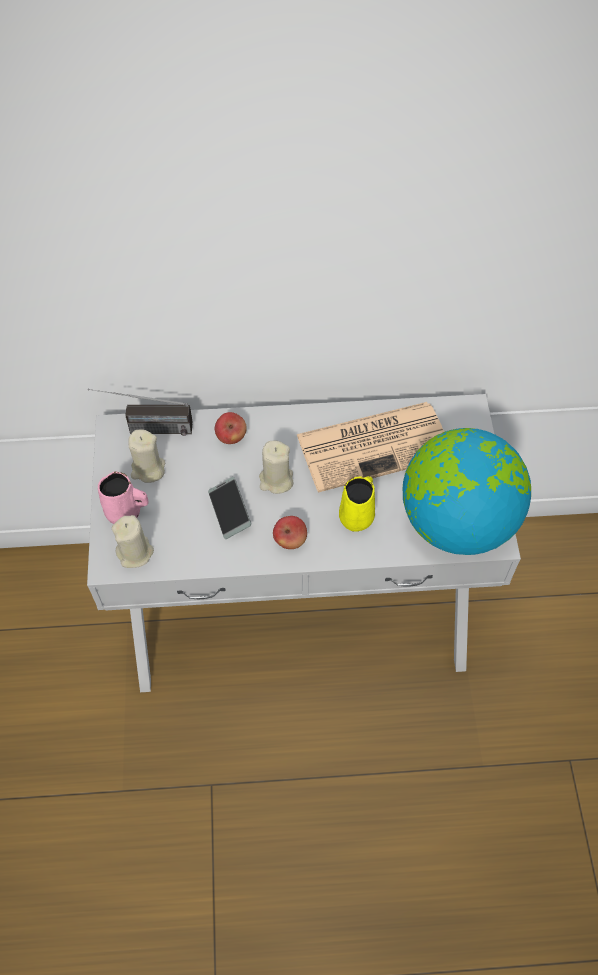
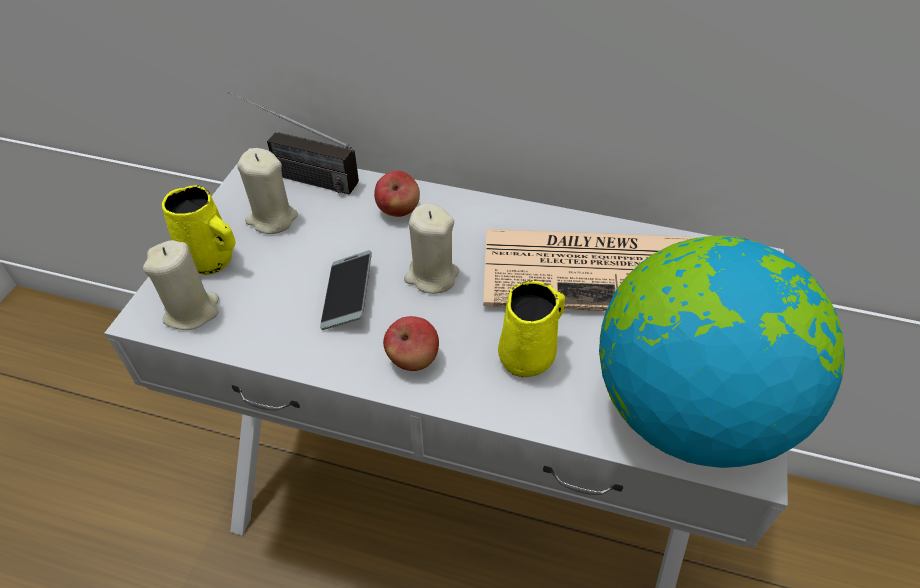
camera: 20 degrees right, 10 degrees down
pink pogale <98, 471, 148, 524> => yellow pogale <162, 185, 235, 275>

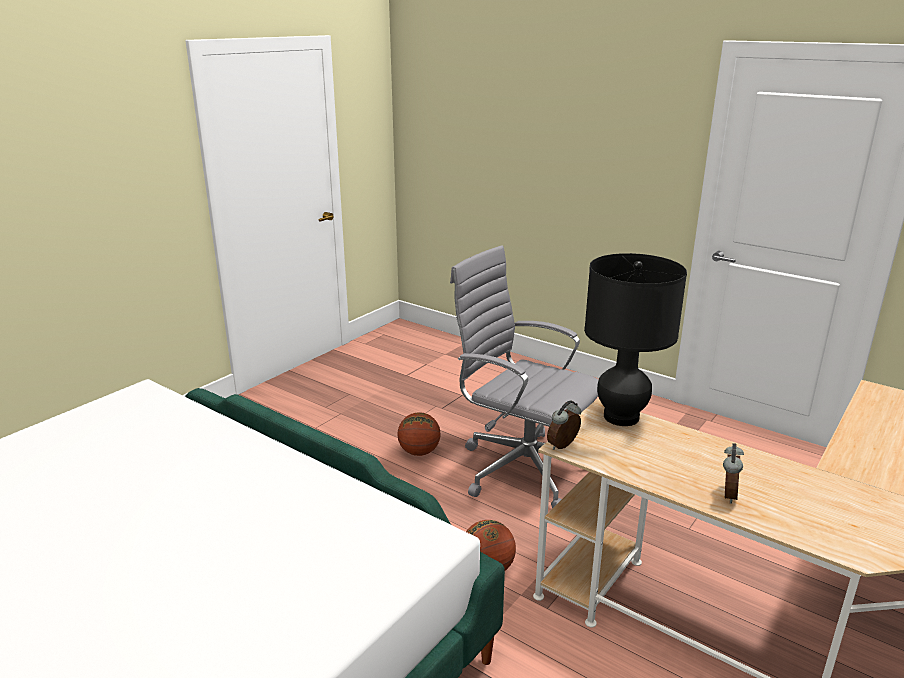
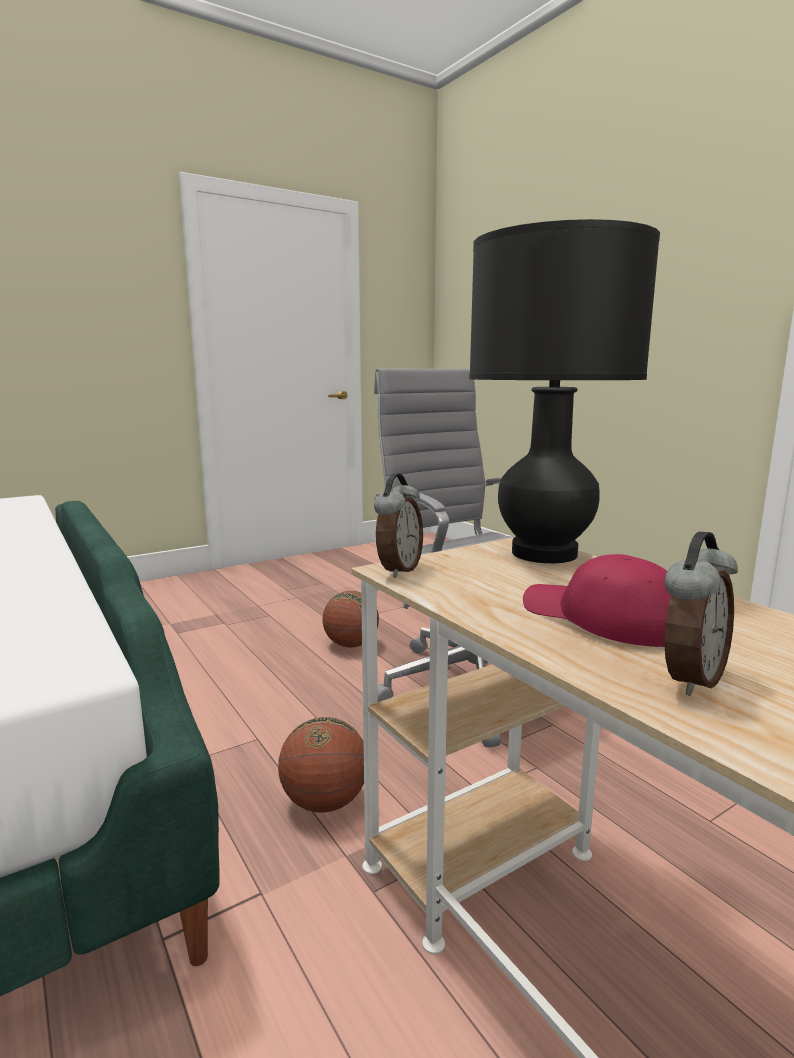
camera: 20 degrees right, 10 degrees down
nothing => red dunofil <523, 554, 671, 647>
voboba <547, 400, 581, 450> => voboba <374, 474, 423, 578>, 135 degrees clockwise

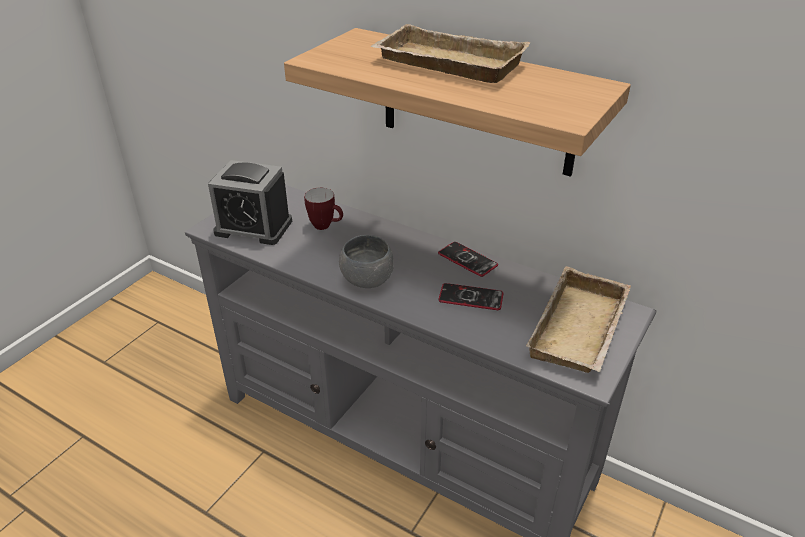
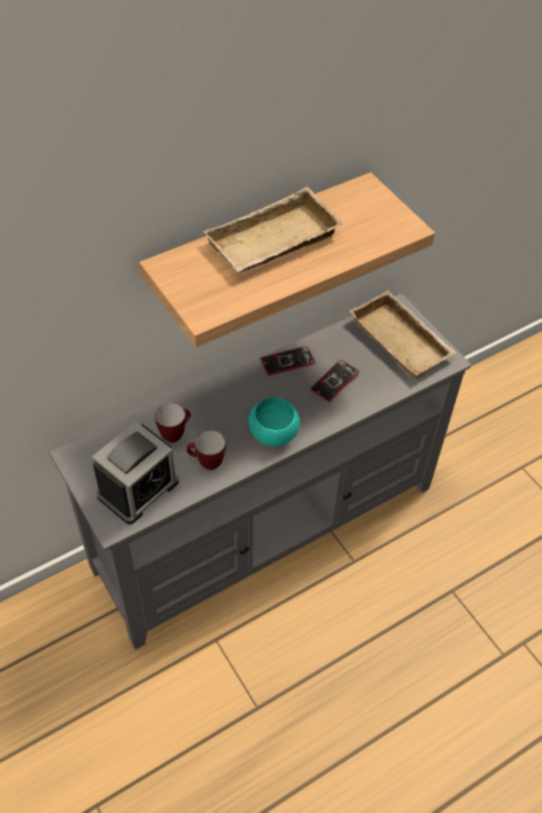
camera: 65 degrees left, 15 degrees up
nothing => pogale <186, 430, 226, 470>
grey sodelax <339, 235, 394, 288> => turquoise sodelax <249, 397, 300, 446>

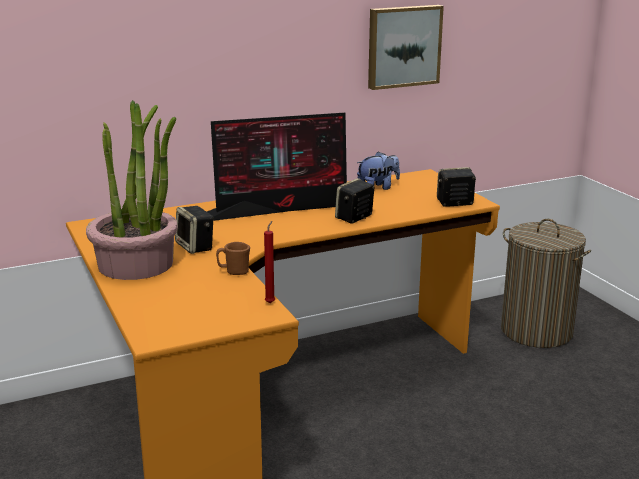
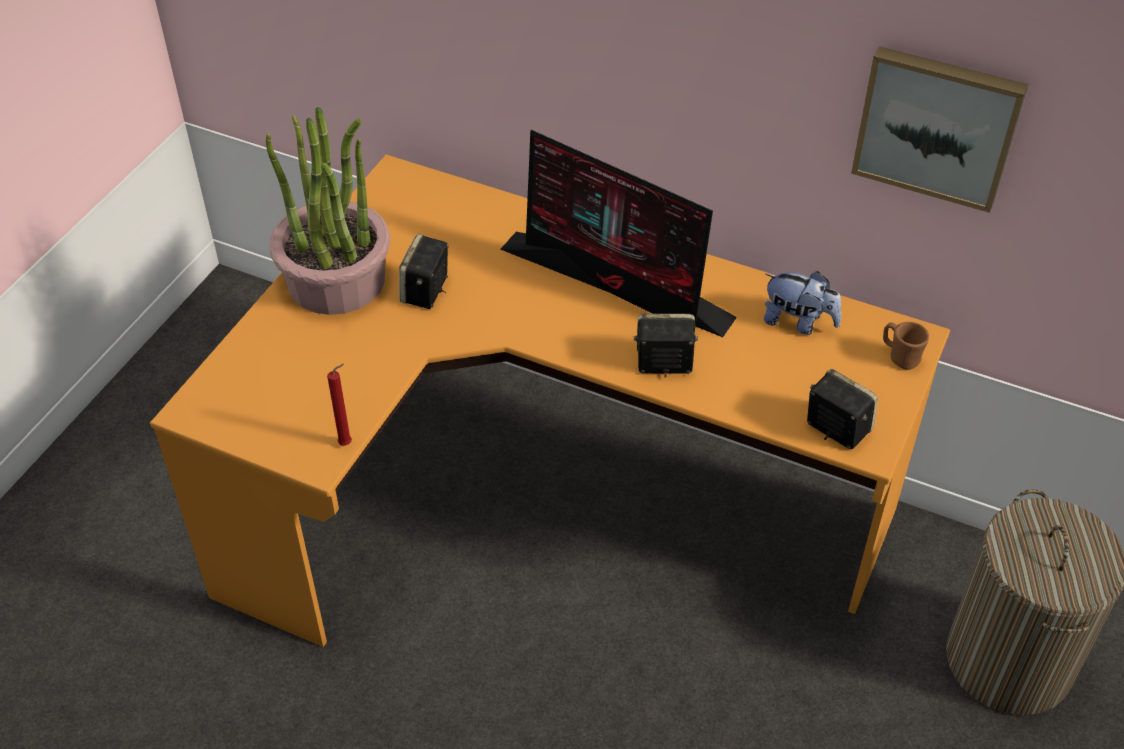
camera: 50 degrees right, 25 degrees up
brown pogale <216, 242, 250, 275> => brown pogale <883, 322, 929, 370>, relocated

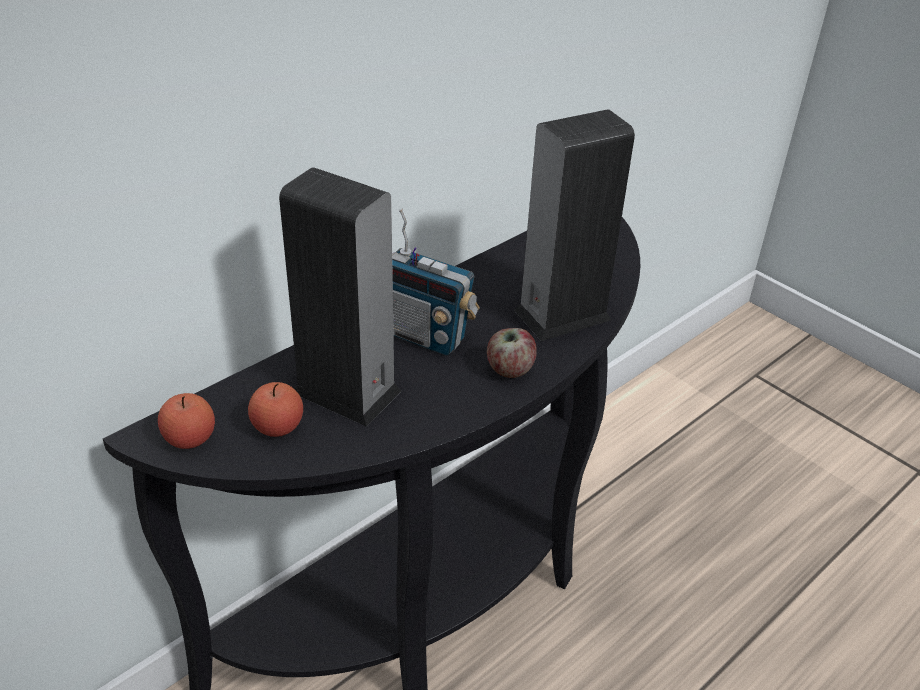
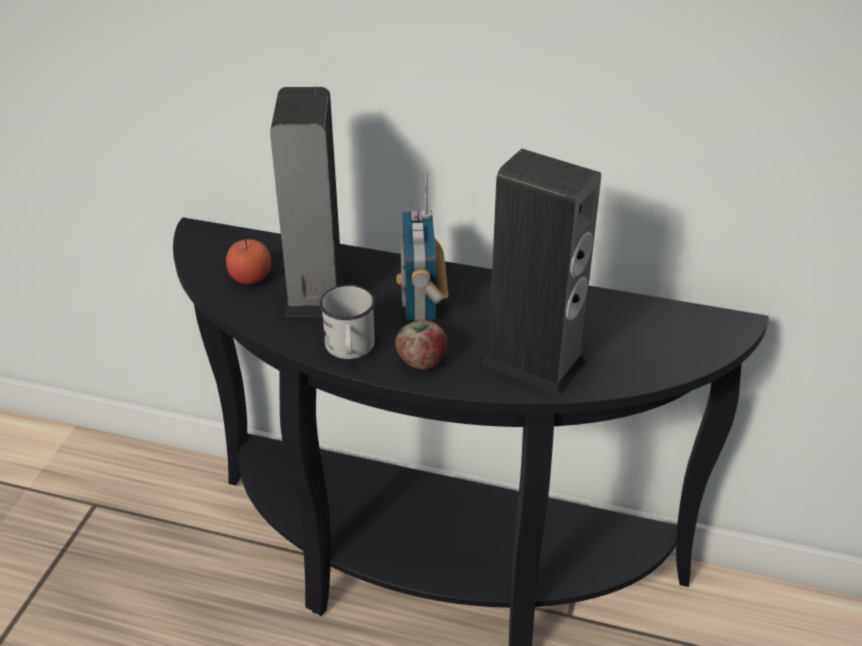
camera: 60 degrees right, 0 degrees up
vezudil <158, 393, 215, 449> => nothing
nothing => white pogale <319, 285, 375, 359>

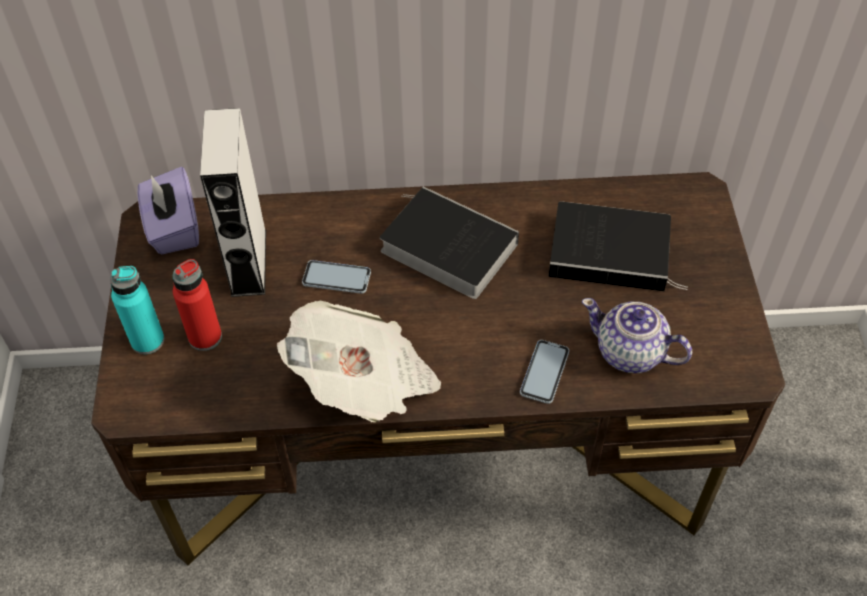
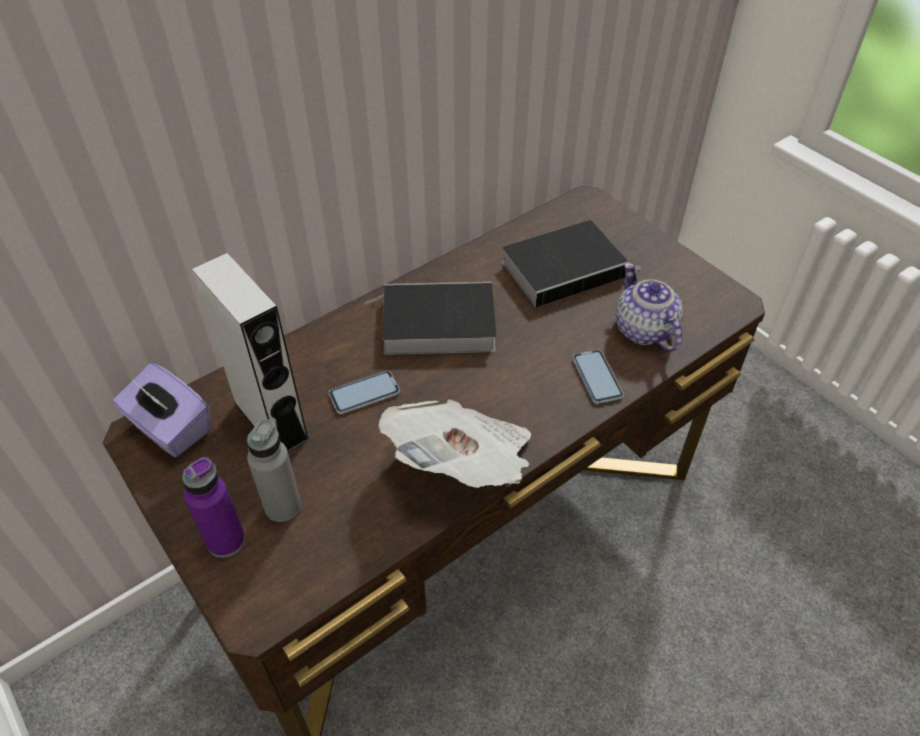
camera: 35 degrees left, 5 degrees down
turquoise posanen <110, 266, 164, 354> => purple posanen <182, 457, 245, 558>
red posanen <173, 259, 222, 351> => grey posanen <247, 419, 301, 522>
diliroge <582, 298, 692, 373> => diliroge <616, 263, 683, 352>, 75 degrees clockwise

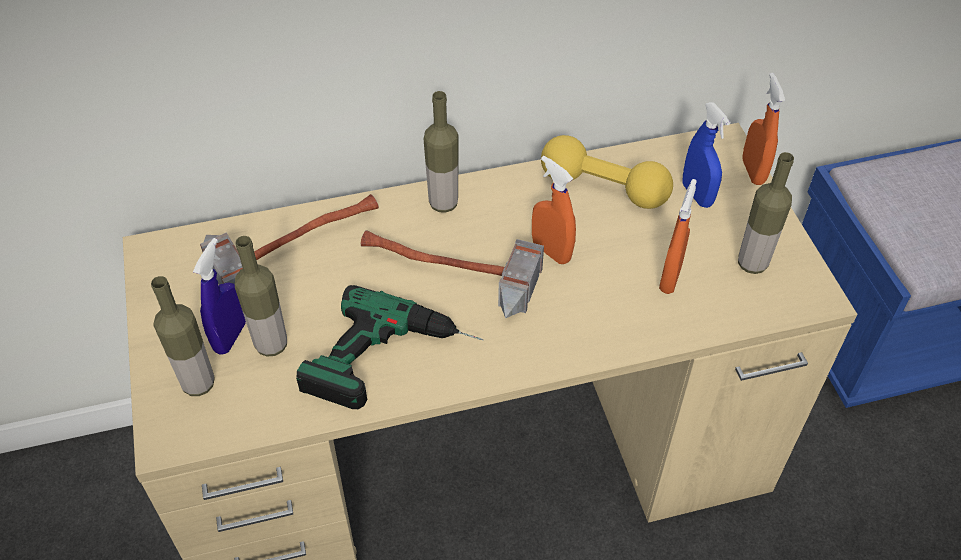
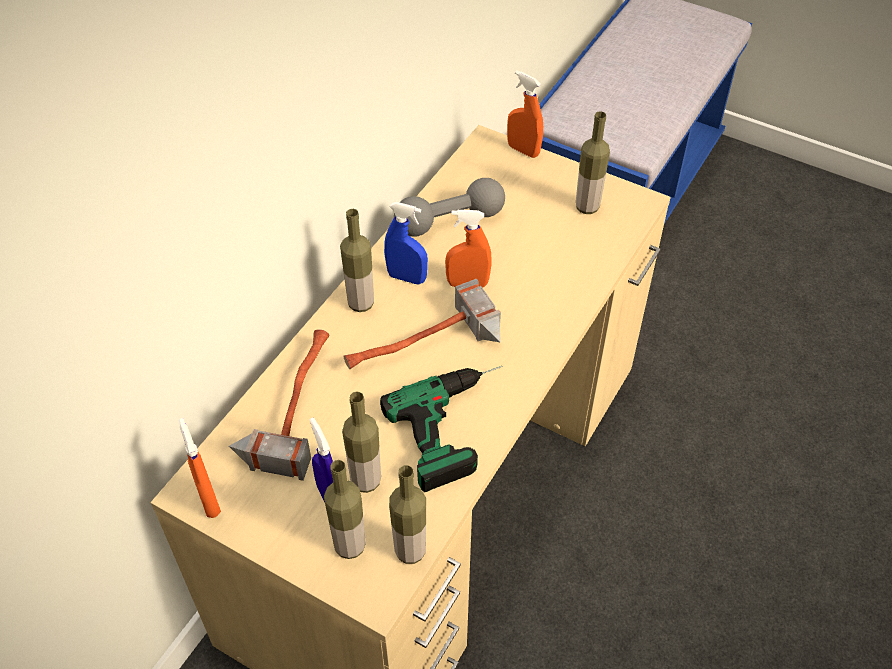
camera: 45 degrees left, 0 degrees up
nothing => posanen <389, 465, 426, 564>
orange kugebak <659, 179, 697, 294> => orange kugebak <178, 418, 221, 518>, relocated
blue kugebak <683, 102, 730, 208> => blue kugebak <384, 202, 428, 284>, relocated
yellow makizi <541, 135, 673, 209> => grey makizi <394, 178, 505, 237>

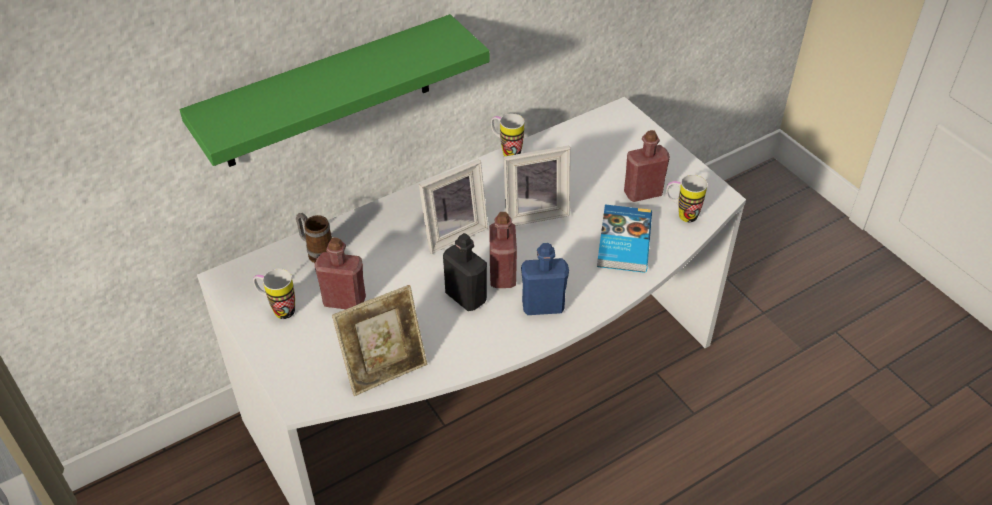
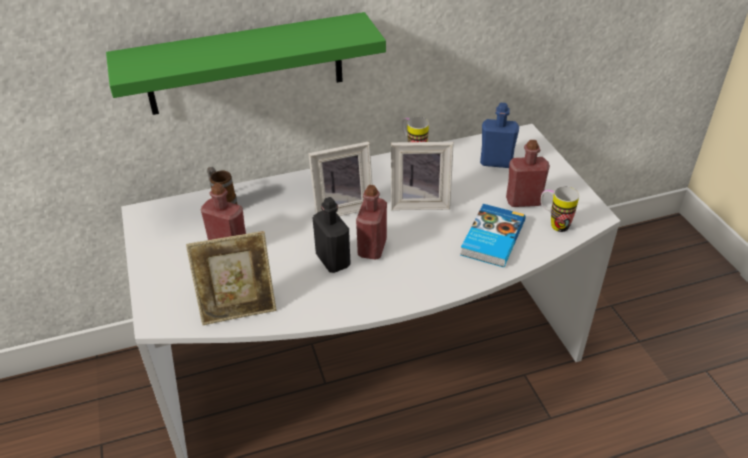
camera: 15 degrees right, 5 degrees down
pogale <253, 269, 295, 319> => nothing
blue posanen <521, 243, 569, 315> => blue posanen <480, 103, 519, 168>, relocated

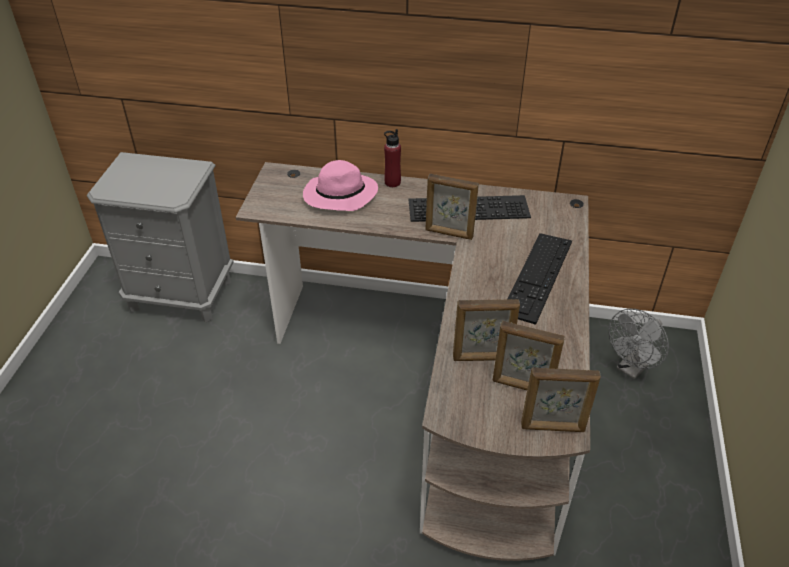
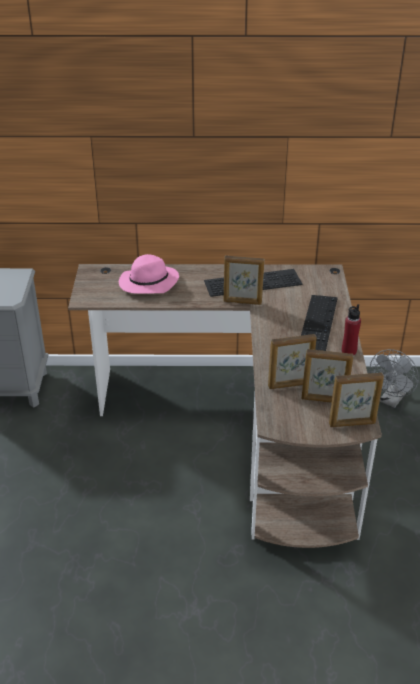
camera: 10 degrees left, 5 degrees down
red posanen <384, 129, 401, 187> => red posanen <342, 304, 361, 355>, relocated

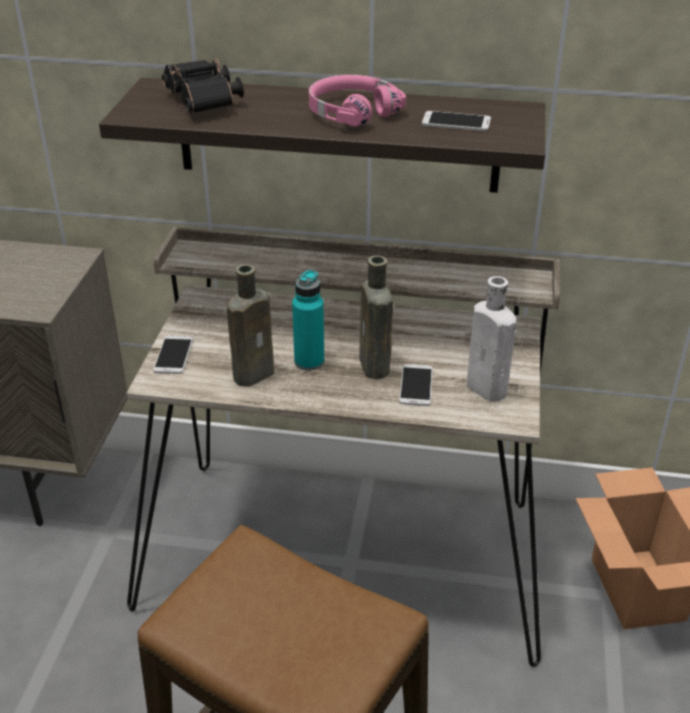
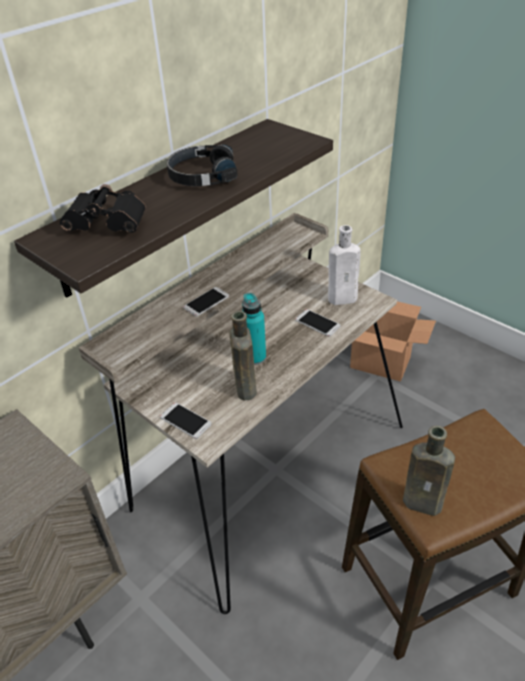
camera: 55 degrees left, 5 degrees up
brown posanen <359, 256, 393, 379> => brown posanen <403, 426, 455, 516>, relocated
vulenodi <422, 111, 491, 131> => vulenodi <183, 287, 229, 316>, relocated
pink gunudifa <309, 75, 406, 127> => black gunudifa <167, 144, 238, 186>

